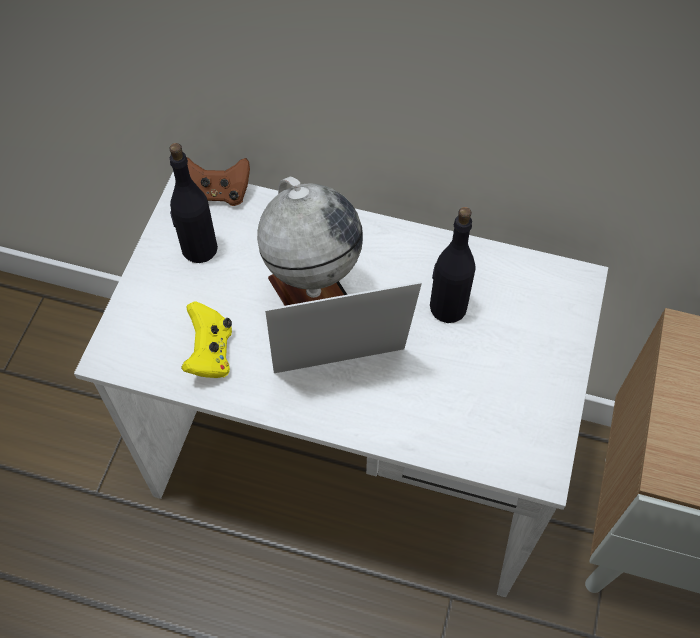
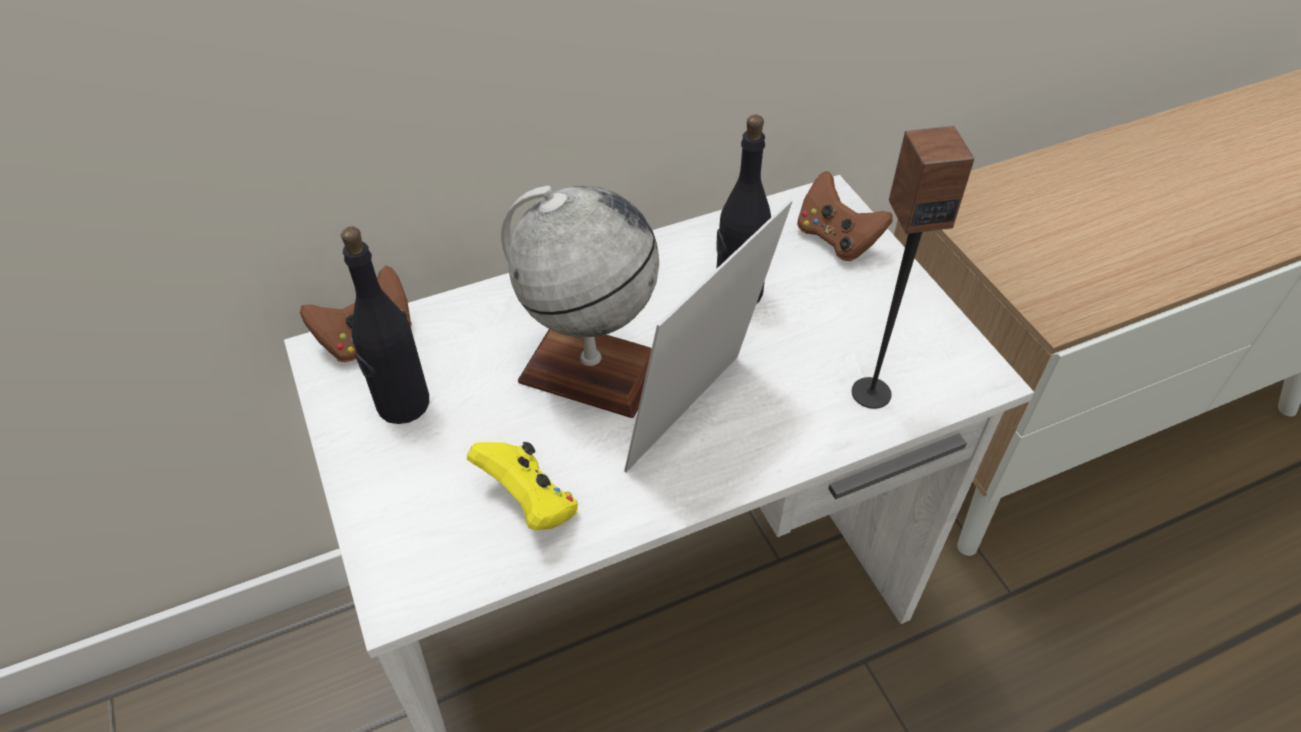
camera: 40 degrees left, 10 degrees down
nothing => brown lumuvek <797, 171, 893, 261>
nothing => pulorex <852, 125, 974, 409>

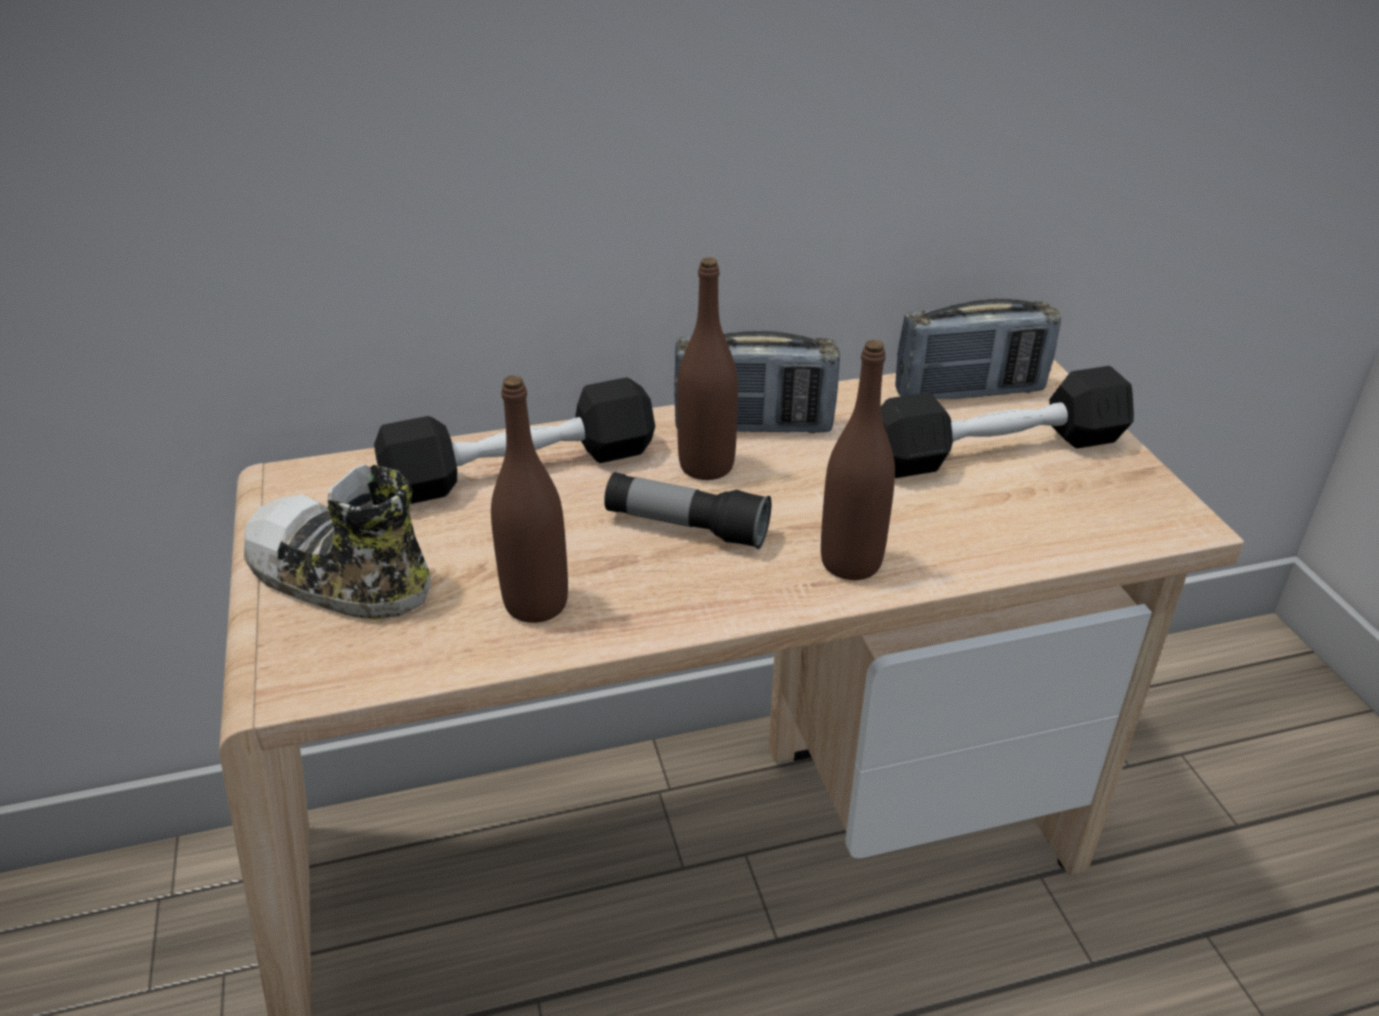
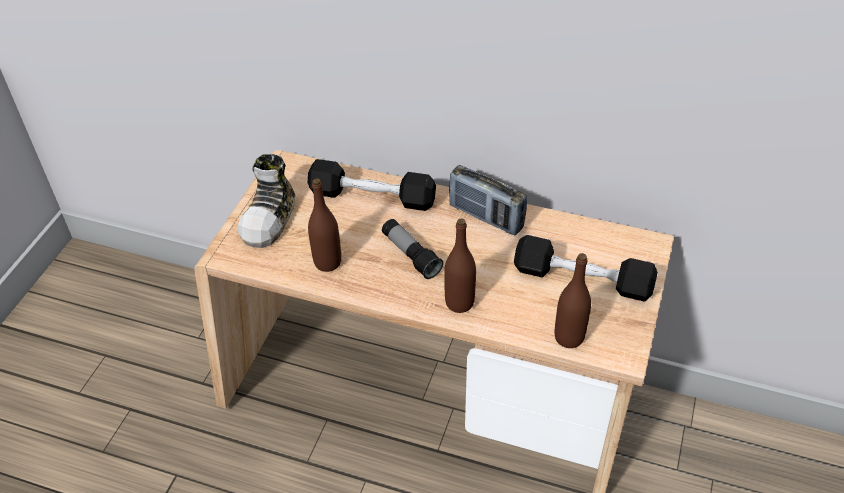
camera: 35 degrees right, 10 degrees up
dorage <895, 298, 1061, 399> => nothing
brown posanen <677, 258, 738, 480> => brown posanen <555, 253, 591, 348>, relocated
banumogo <244, 464, 431, 620> => banumogo <238, 154, 295, 248>, 135 degrees counterclockwise

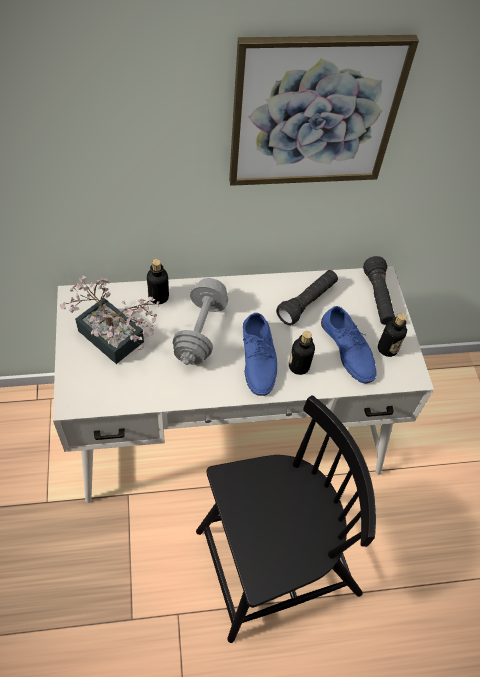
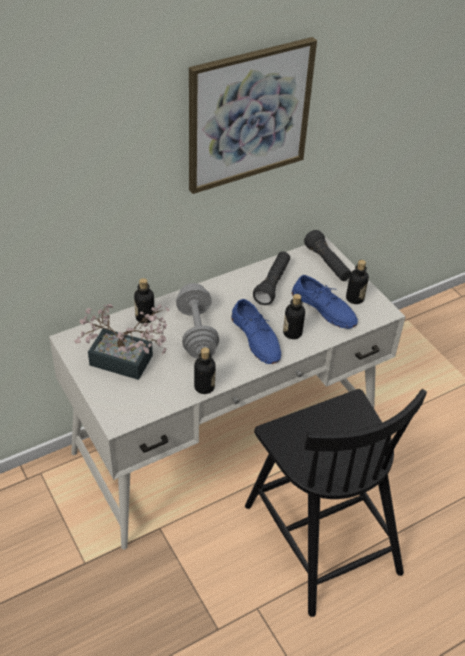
camera: 20 degrees left, 10 degrees down
nothing => posanen <194, 347, 216, 394>
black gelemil <196, 395, 376, 643> => black gelemil <245, 389, 427, 617>, 105 degrees clockwise

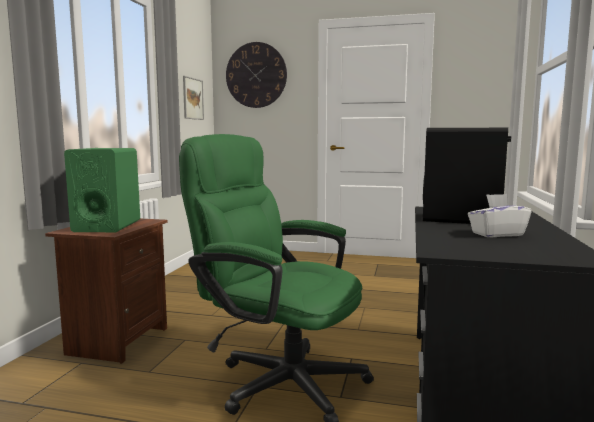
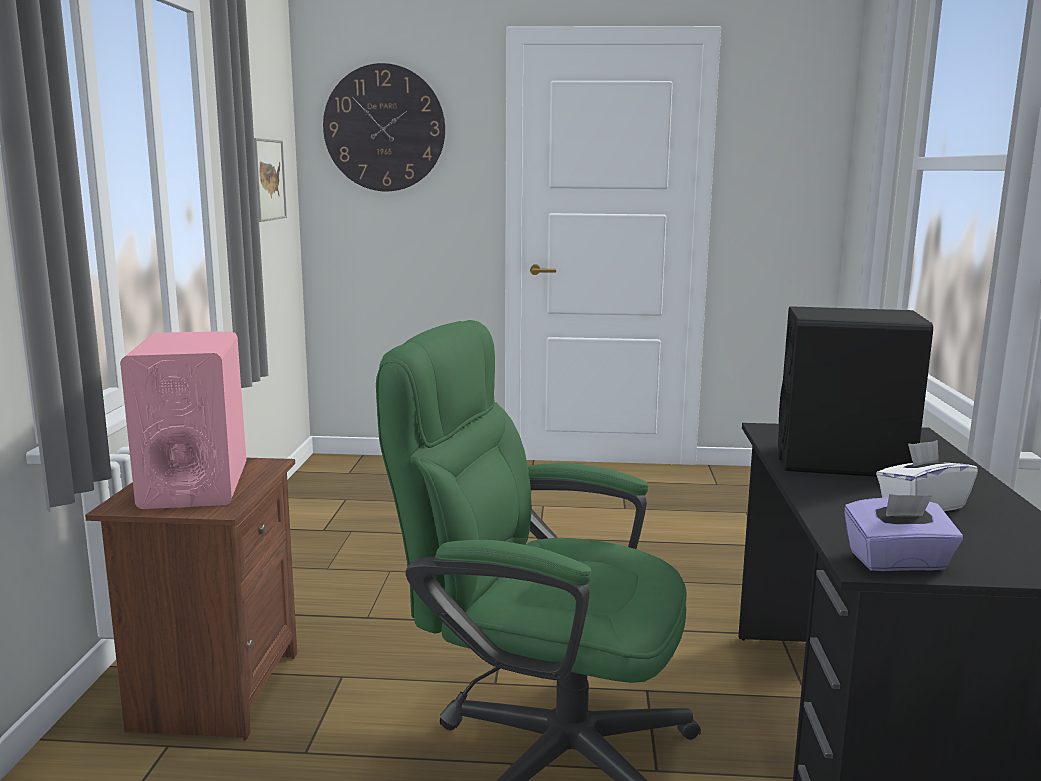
camera: 10 degrees left, 5 degrees up
nothing => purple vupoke <844, 494, 963, 571>
green pulorex <64, 148, 140, 232> => pink pulorex <120, 331, 246, 509>

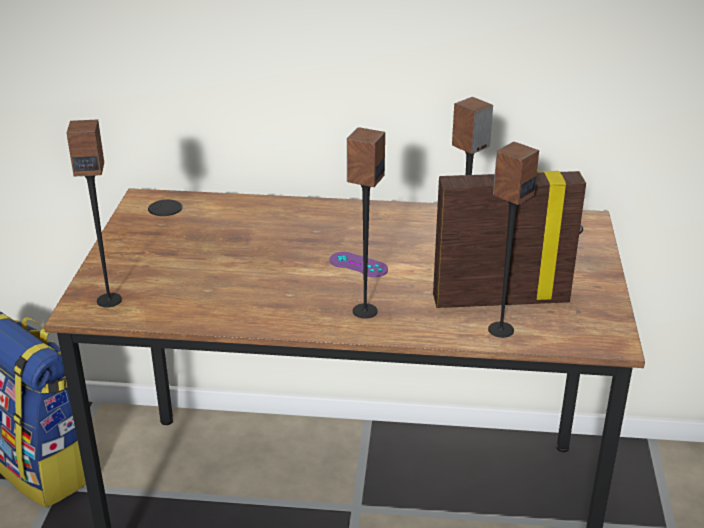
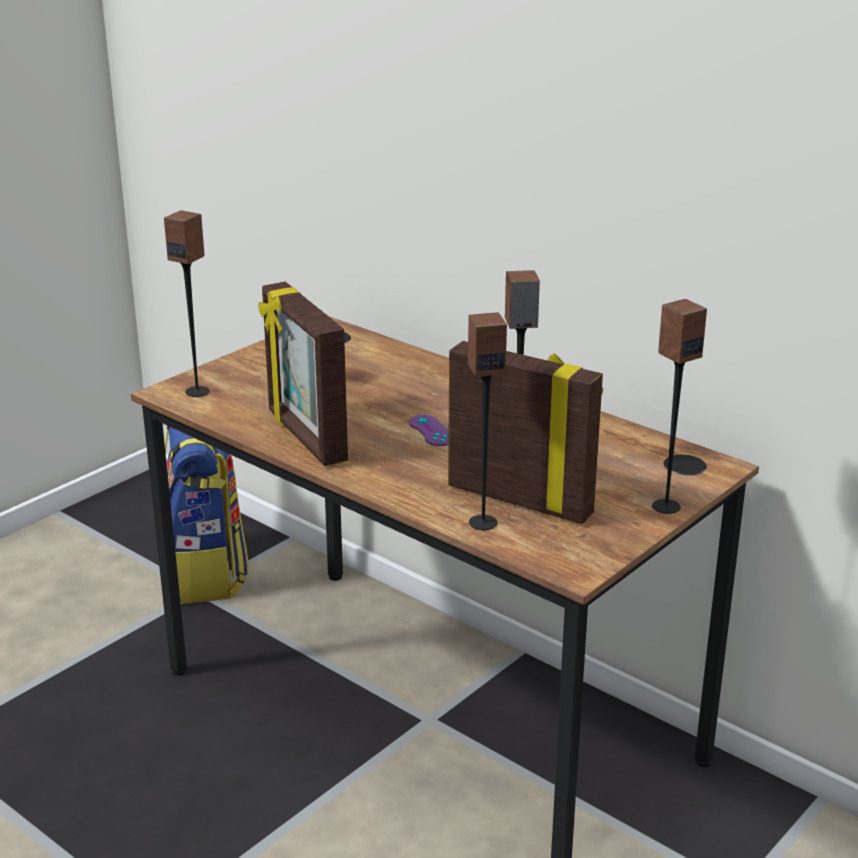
camera: 35 degrees right, 5 degrees down
nothing => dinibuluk <258, 282, 348, 466>
pulorex <347, 127, 385, 319> => pulorex <652, 299, 707, 514>, relocated

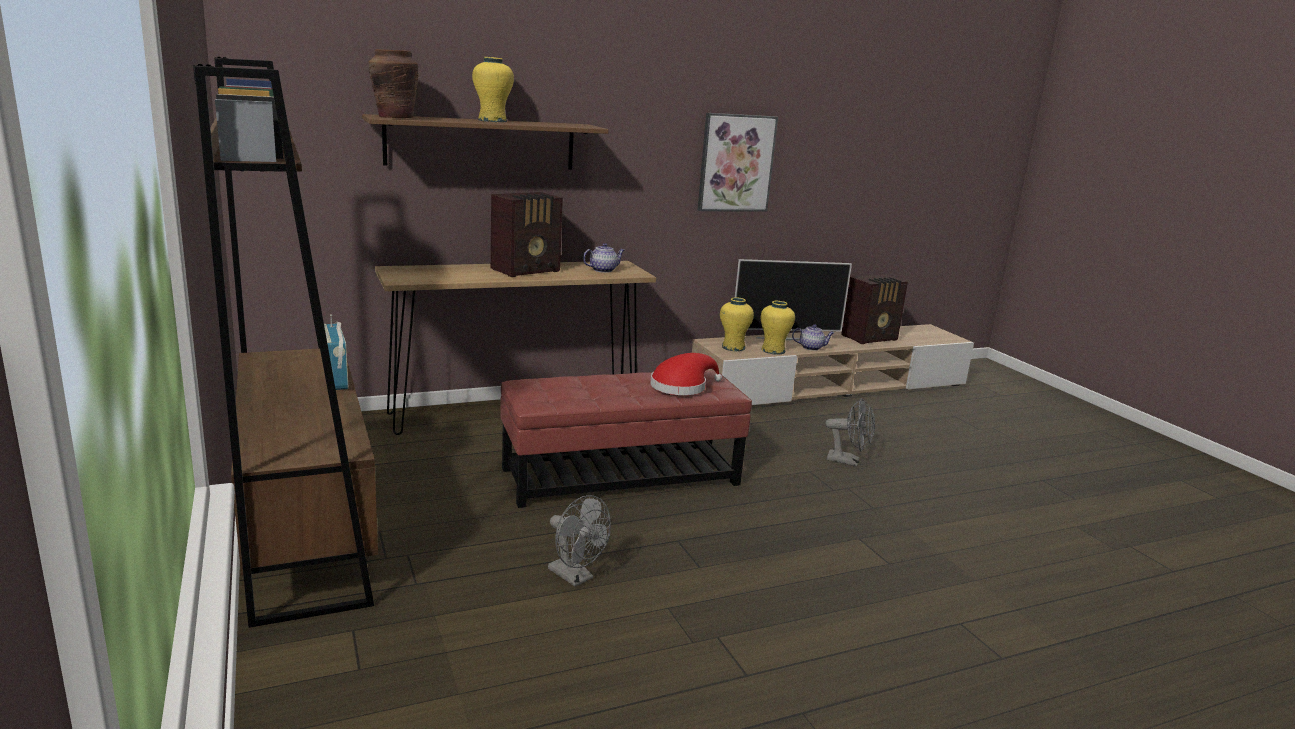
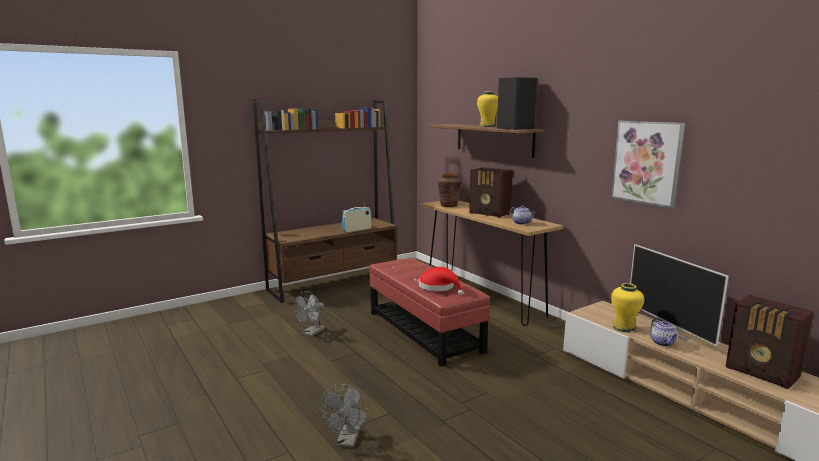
camera: 80 degrees right, 5 degrees down
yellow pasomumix <720, 297, 754, 351> => nothing
nothing => black pulorex <497, 77, 537, 130>
brown pasomumix <369, 49, 418, 118> => brown pasomumix <438, 174, 461, 207>, relocated
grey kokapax <825, 398, 875, 466> => grey kokapax <319, 384, 370, 448>, relocated

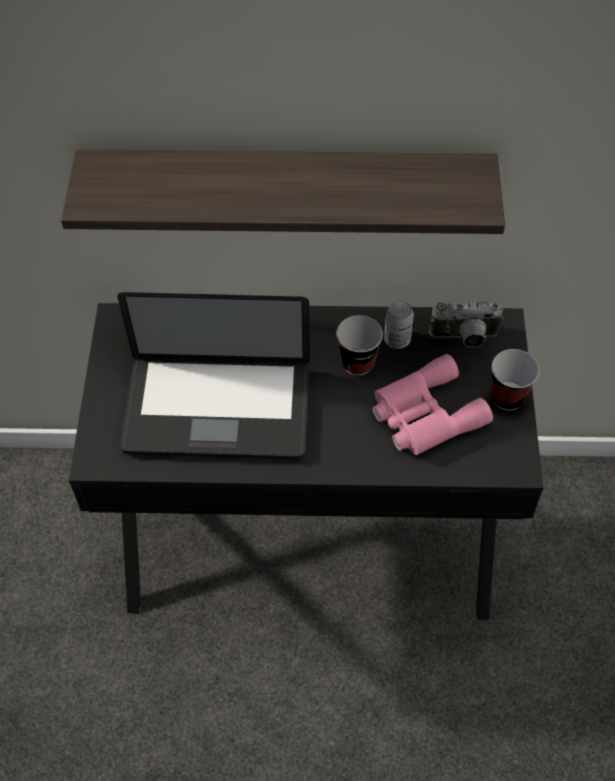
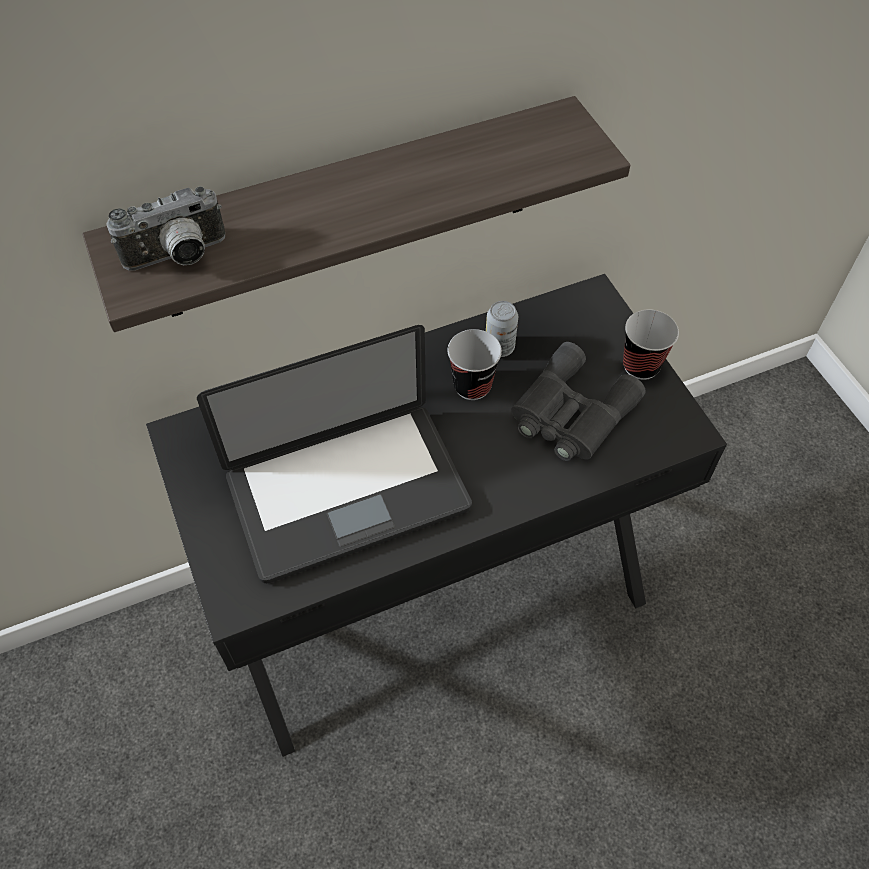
camera: 25 degrees left, 0 degrees up
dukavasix <429, 301, 504, 348> => dukavasix <107, 186, 225, 270>, relocated
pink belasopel <373, 354, 493, 455> => grey belasopel <511, 342, 646, 461>

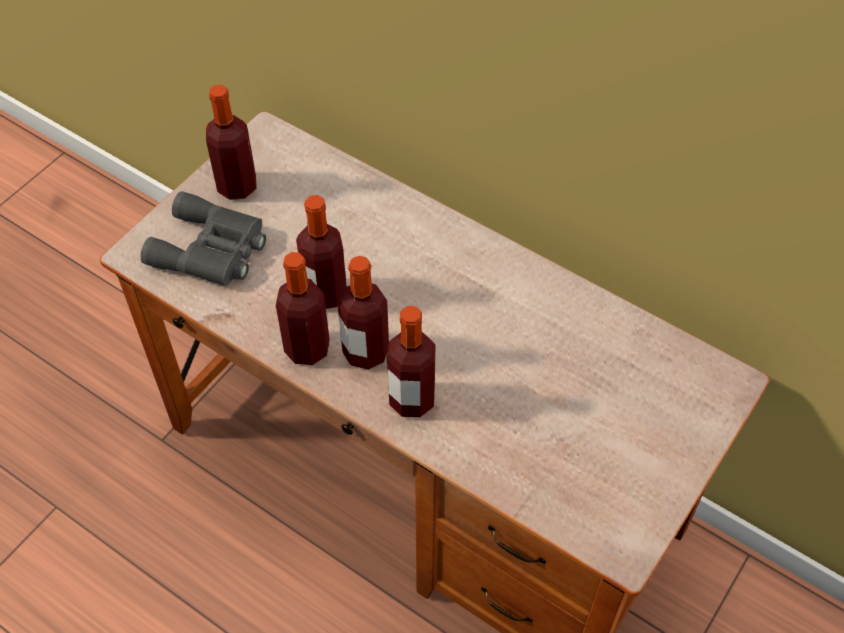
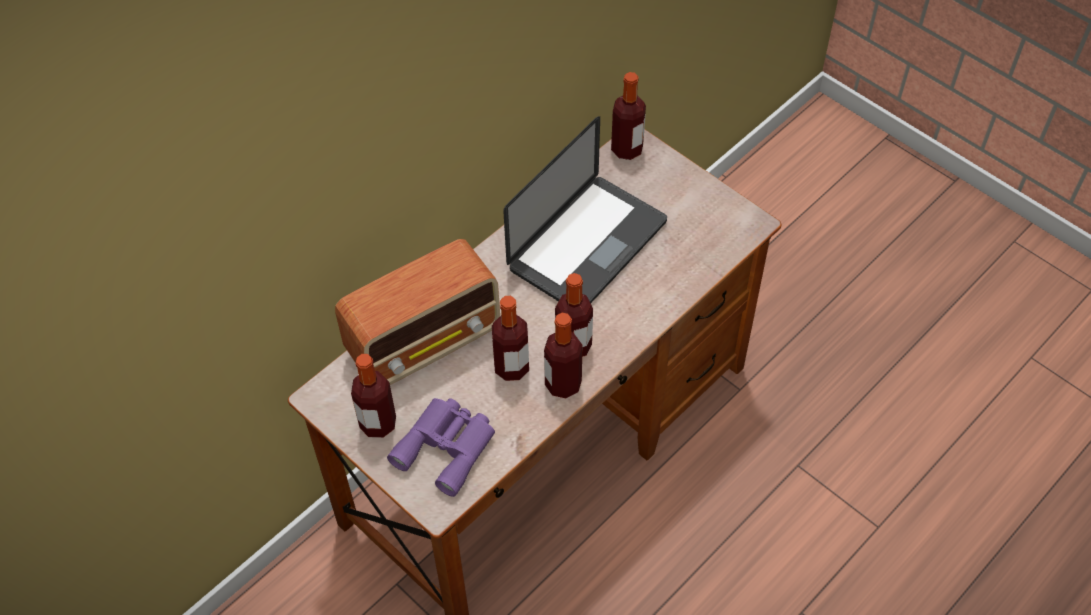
camera: 80 degrees left, 0 degrees up
nothing => dorage <335, 239, 500, 385>
nothing => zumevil <503, 116, 667, 303>
posanen <387, 306, 435, 417> => posanen <611, 72, 646, 160>, relocated
grey belasopel <140, 191, 266, 286> => purple belasopel <387, 398, 495, 497>

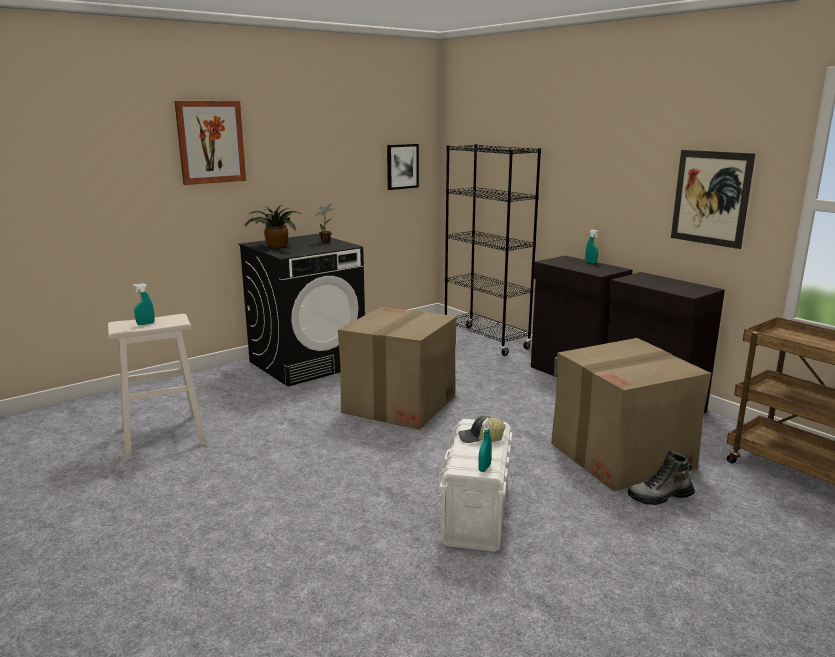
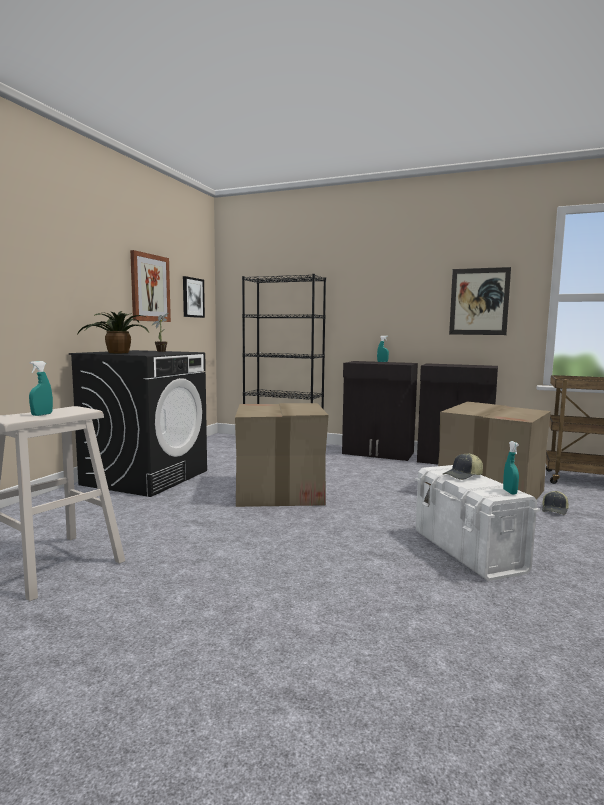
camera: 30 degrees left, 10 degrees down
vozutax <174, 101, 246, 185> => vozutax <130, 250, 171, 322>, relocated
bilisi <628, 451, 695, 505> => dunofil <542, 491, 569, 515>

